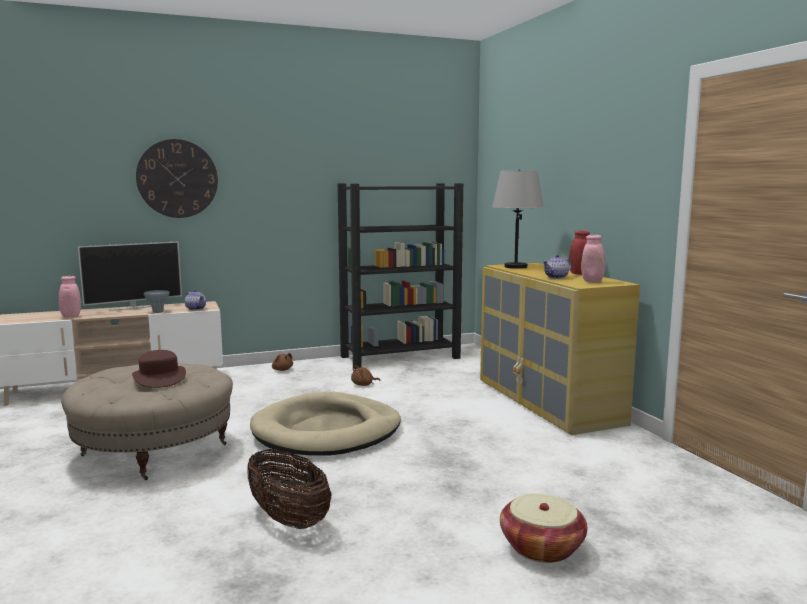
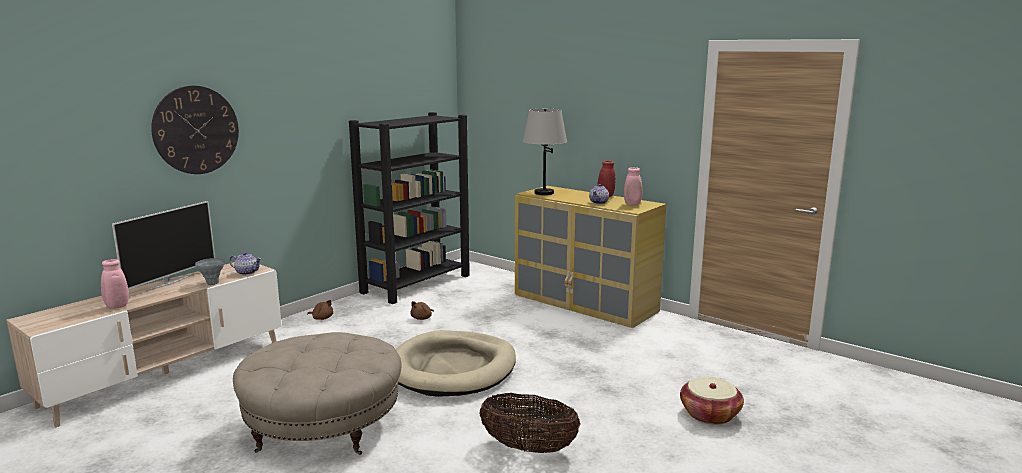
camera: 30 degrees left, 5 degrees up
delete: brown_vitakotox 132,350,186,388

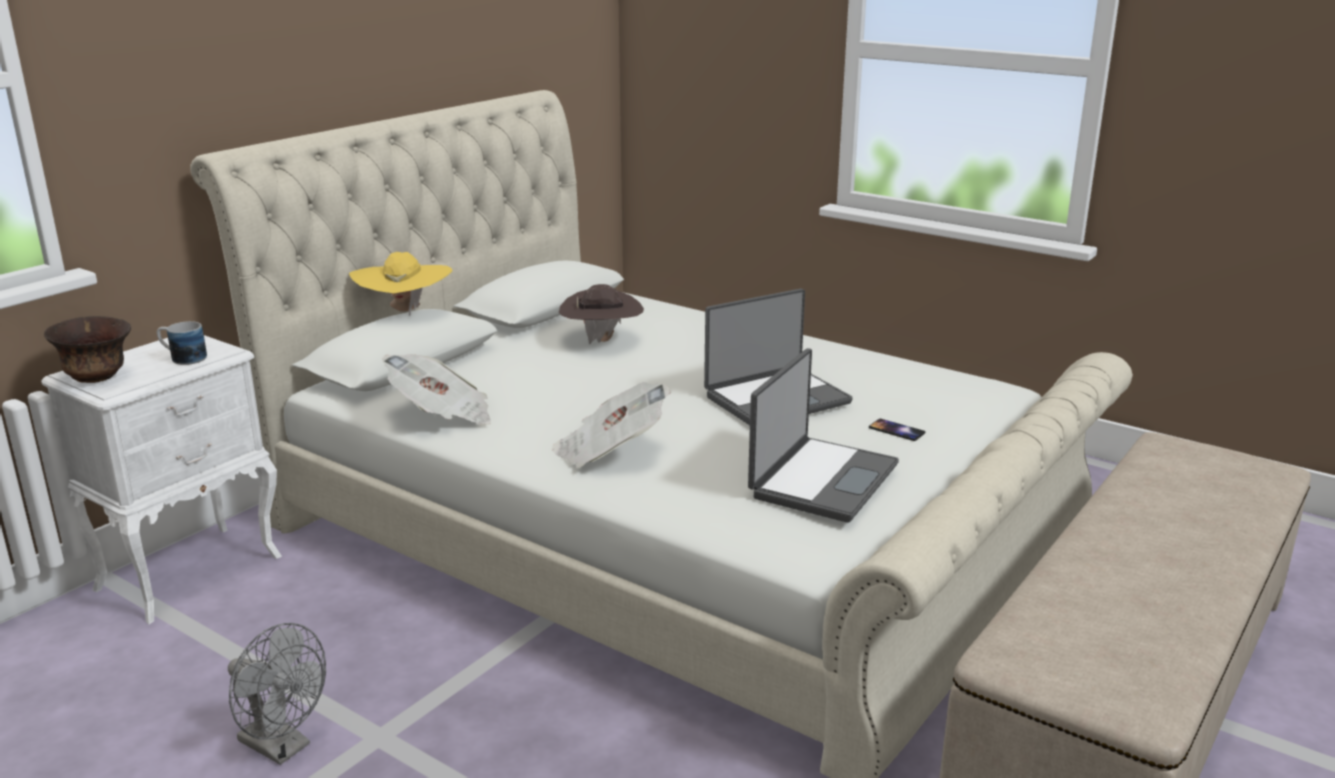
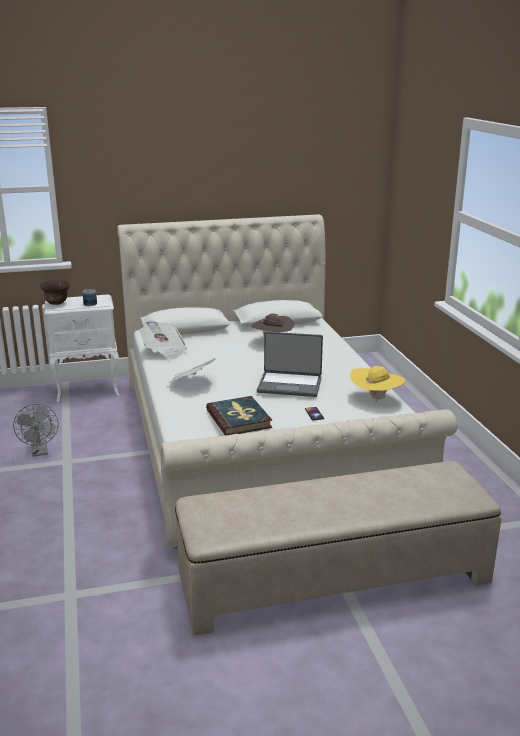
camera: 40 degrees right, 0 degrees up
move: yellow_vitakotox 349,252,452,316 to 350,366,405,402
replace: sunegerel 748,348,899,523 to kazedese 206,396,272,435

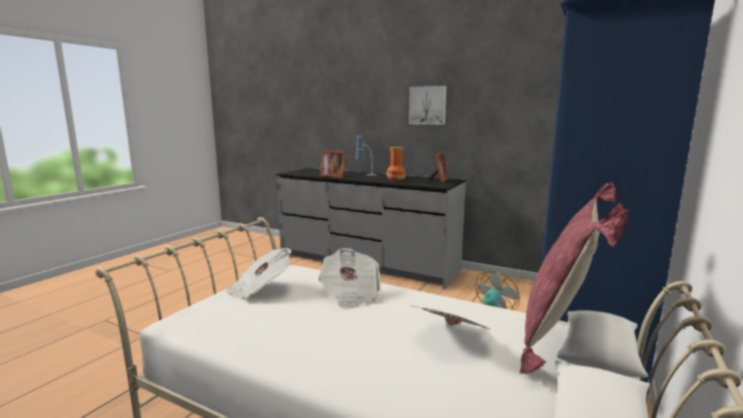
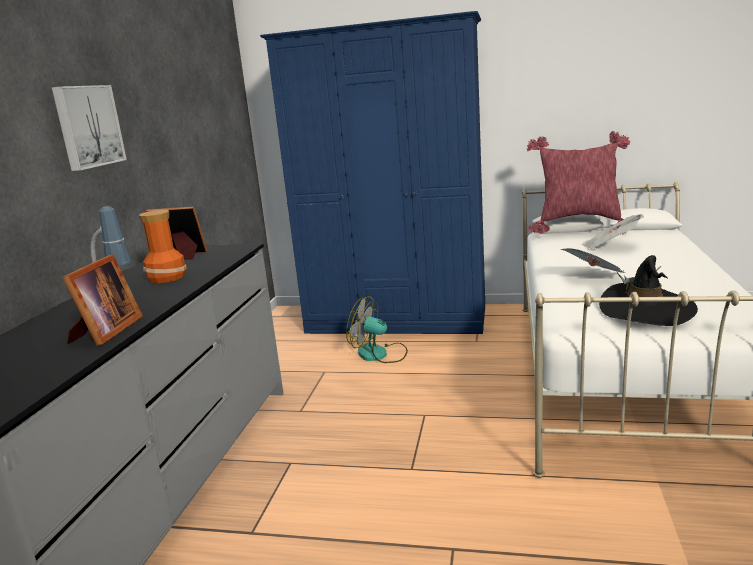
camera: 105 degrees left, 5 degrees up
replace: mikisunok 226,248,292,299 to black_vitakotox 599,255,698,326

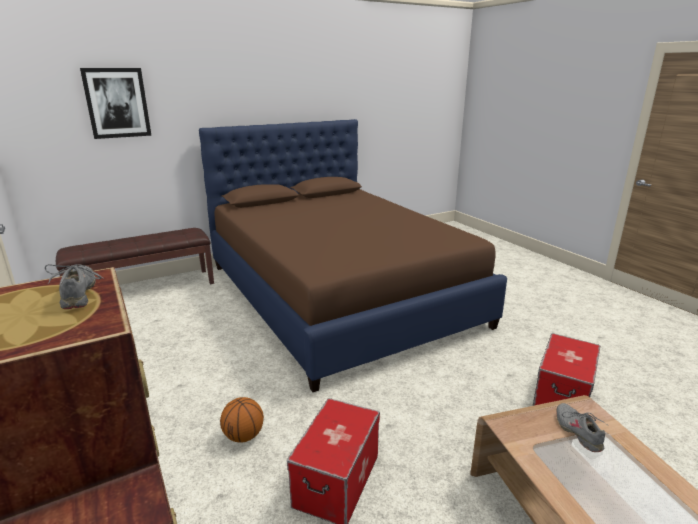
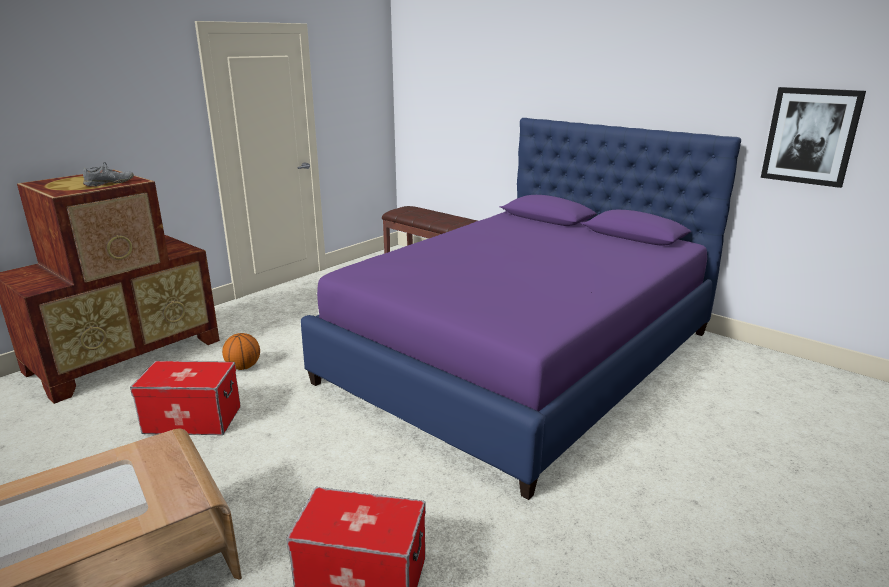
camera: 70 degrees right, 0 degrees up
delete: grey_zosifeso 557,403,606,452
move: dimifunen 80,68,152,139 to 761,87,866,188
recolor: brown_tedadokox 199,119,507,392 to purple_tedadokox 301,118,741,500

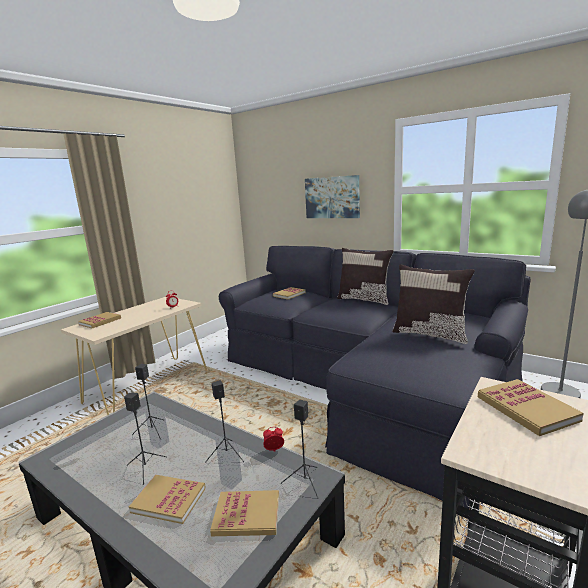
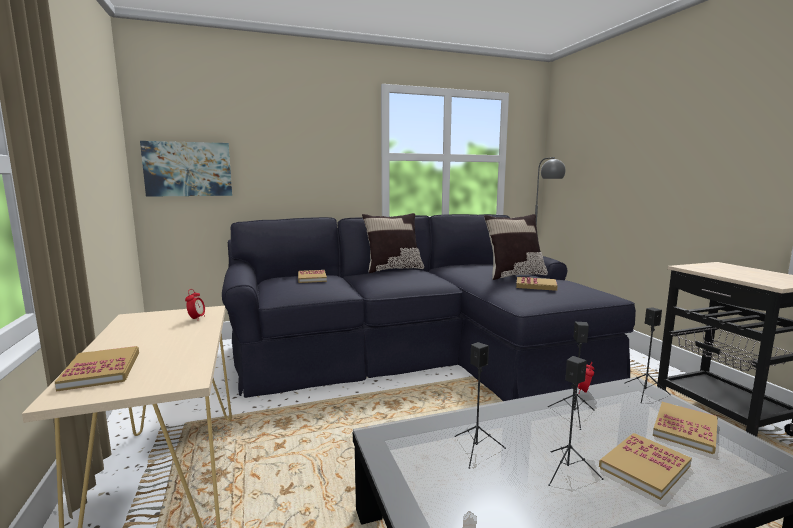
camera: 55 degrees left, 5 degrees down
move: dimifunen 305,175,360,218 to 140,141,232,197; kazedese 478,379,584,436 to 516,277,557,291

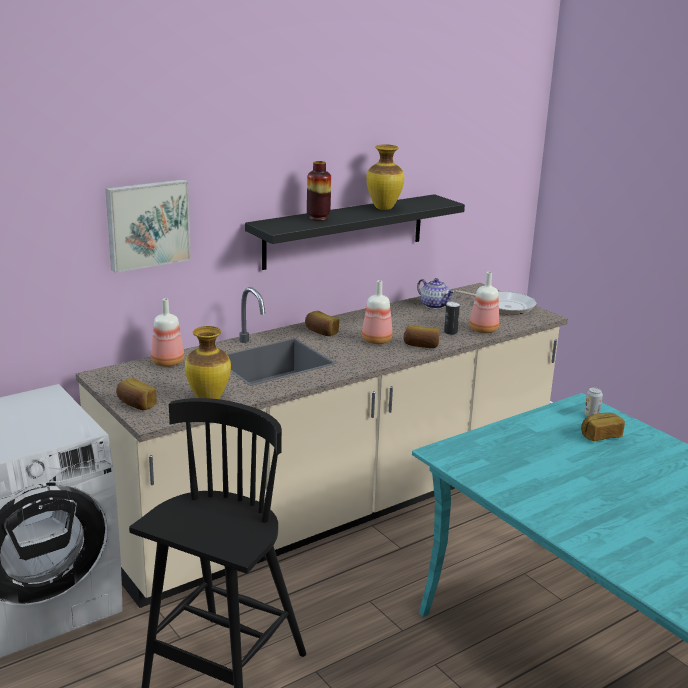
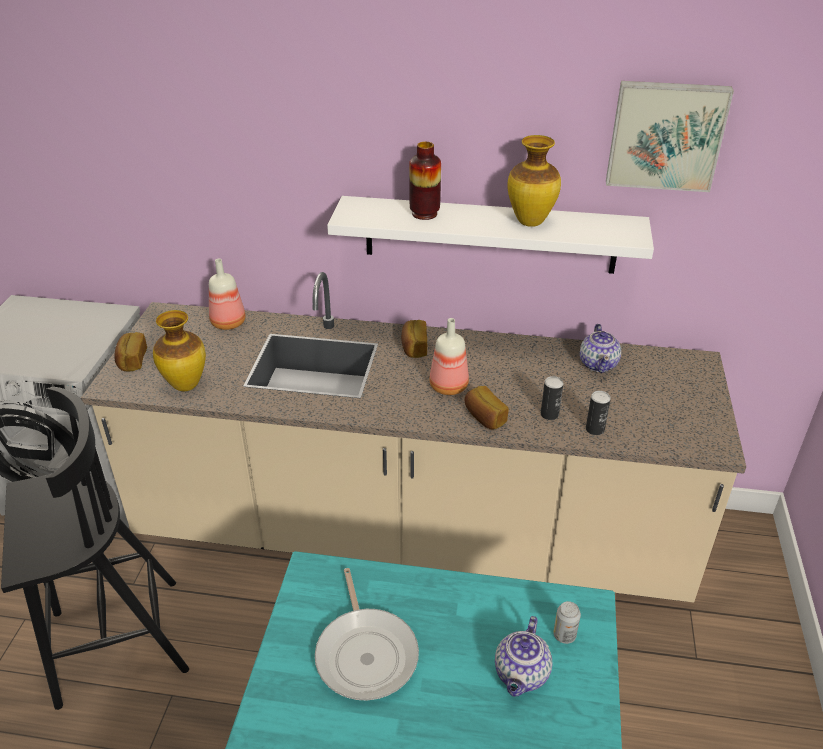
camera: 45 degrees right, 15 degrees up
move: dimifunen 106,179,191,273 to 606,81,734,192; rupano 455,290,536,315 to 315,568,419,700
replace: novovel 469,272,499,333 to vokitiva 586,391,611,435; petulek 581,413,625,441 to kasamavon 495,616,553,697
recolor: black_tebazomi 245,194,465,270 to white_tebazomi 327,196,654,274

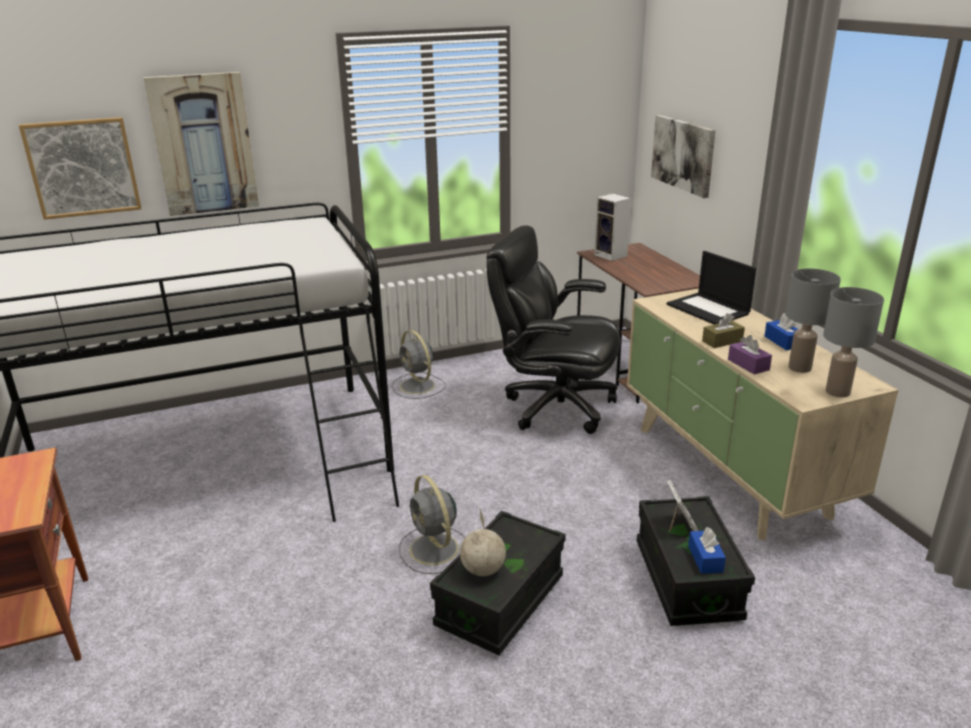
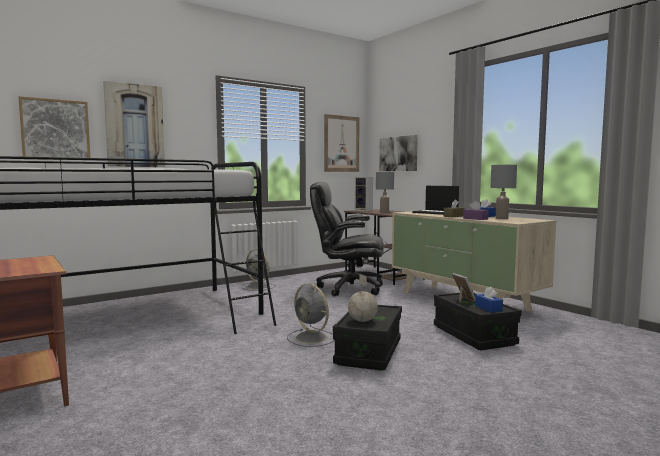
camera: 15 degrees left, 20 degrees down
insert: dimifunen 324,114,360,172
move: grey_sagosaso 823,287,884,397 to 376,172,394,213

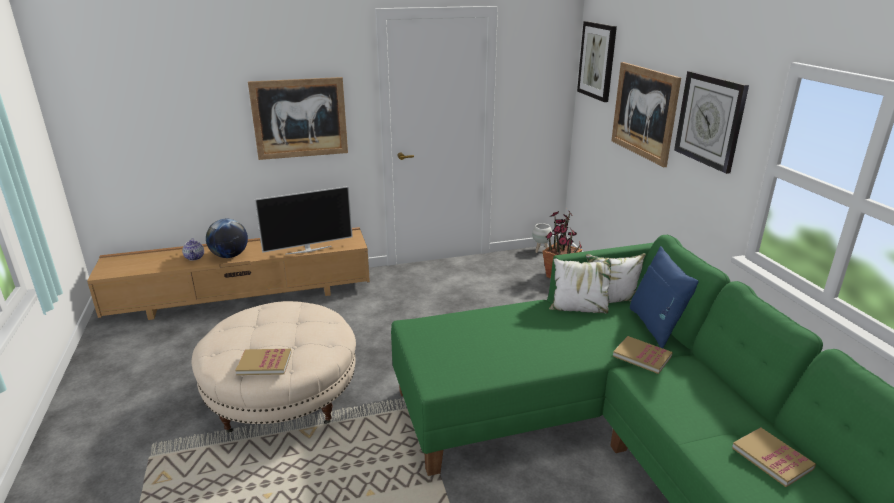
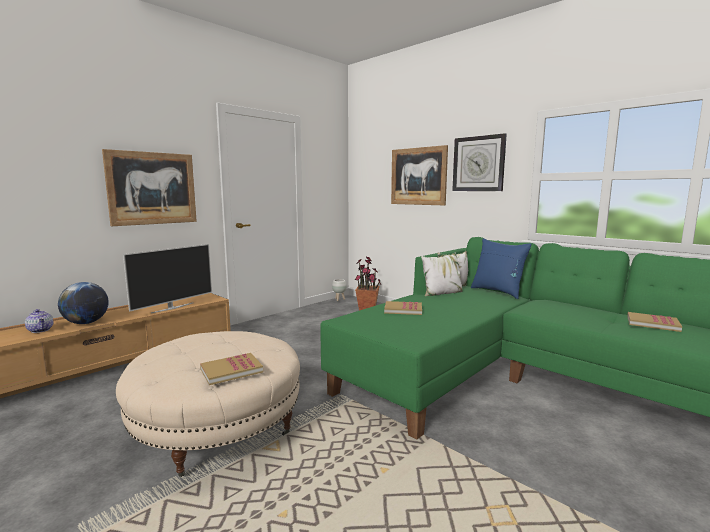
camera: 30 degrees left, 15 degrees down
delete: dimifunen 577,21,617,102
move: kazedese 613,336,673,374 to 384,301,422,315

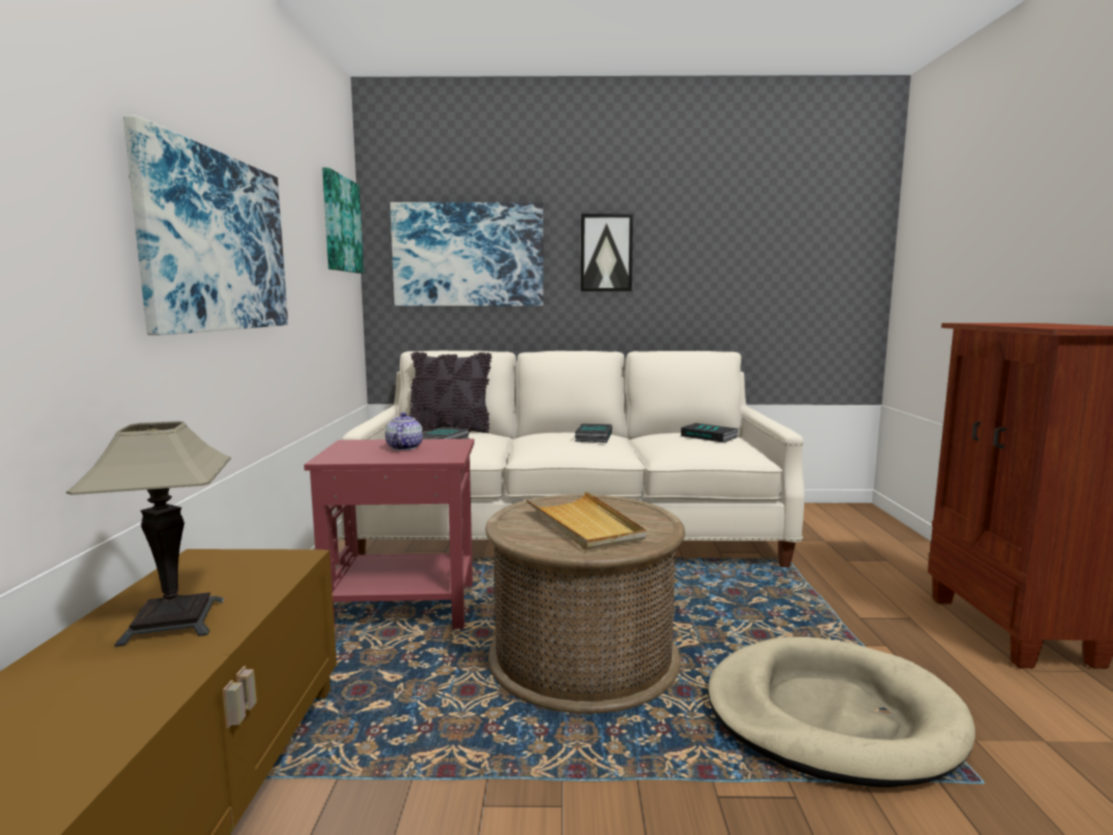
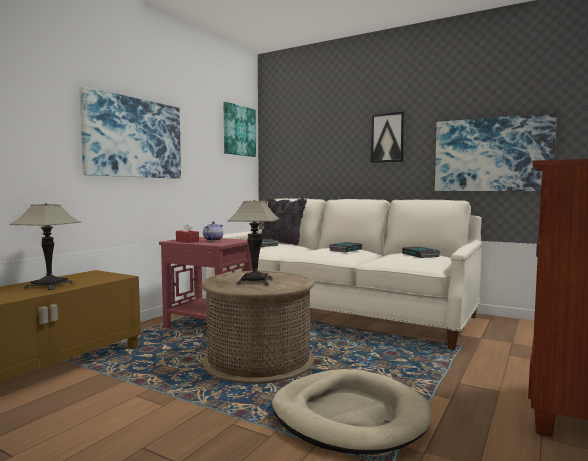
camera: 30 degrees right, 5 degrees down
insert: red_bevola 176,221,199,243
move: dimifunen 390,202,543,306 to 435,113,557,191
replace: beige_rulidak 526,491,646,550 to sagosaso 227,200,279,285

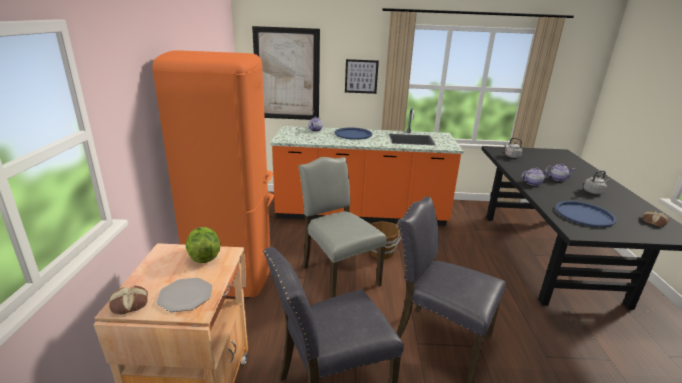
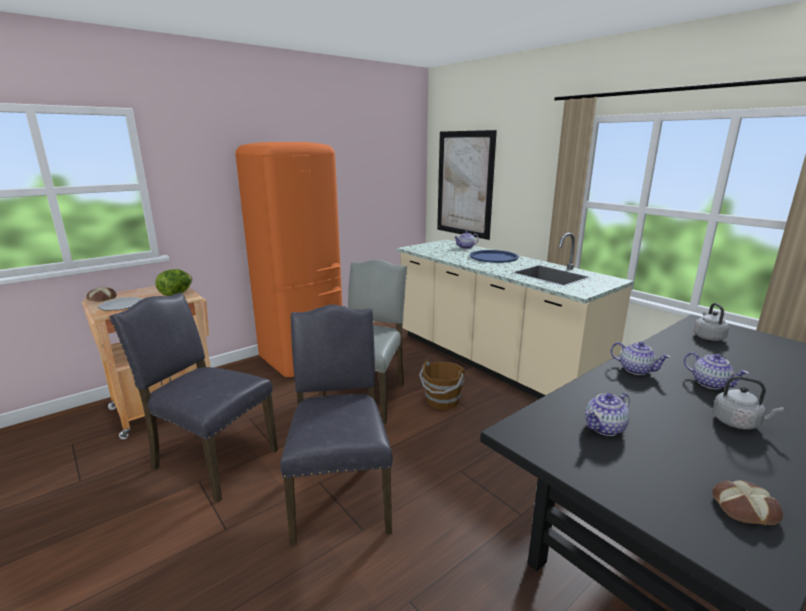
camera: 50 degrees right, 5 degrees down
delete: dimifunen 345,59,379,94
replace: blue_rulidak 555,201,617,227 to kasamavon 585,393,630,436
recolor: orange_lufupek 271,108,464,226 to beige_lufupek 397,233,634,399

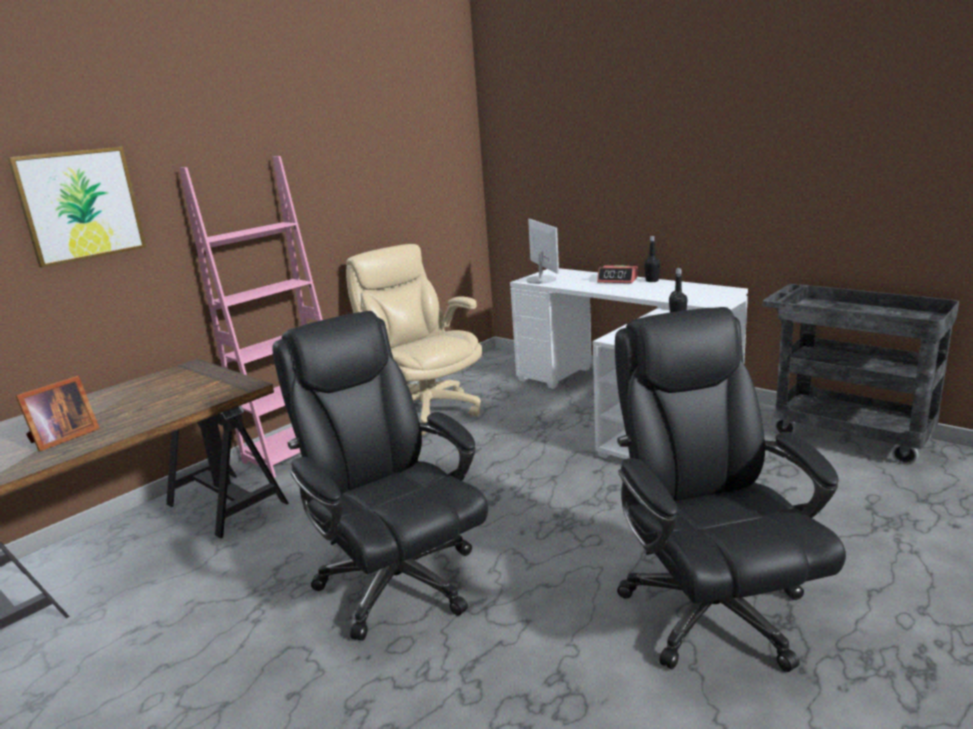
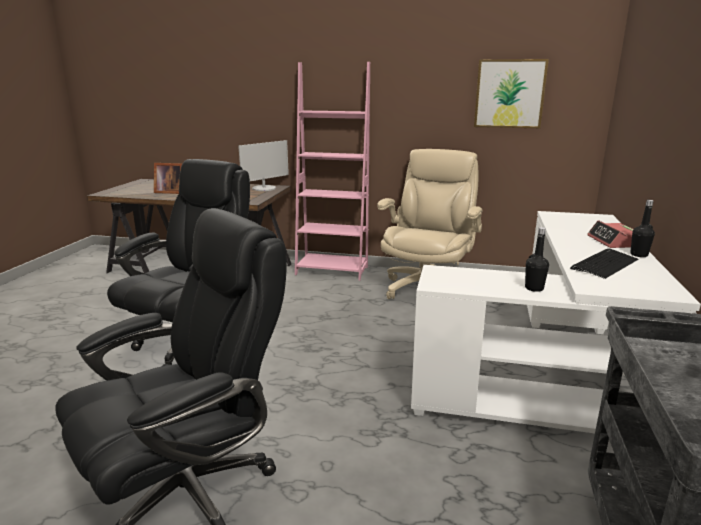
camera: 60 degrees right, 0 degrees up
insert: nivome 570,249,638,279
move: dimifunen 7,147,146,268 to 474,59,549,128; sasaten 526,219,559,284 to 238,140,289,191

